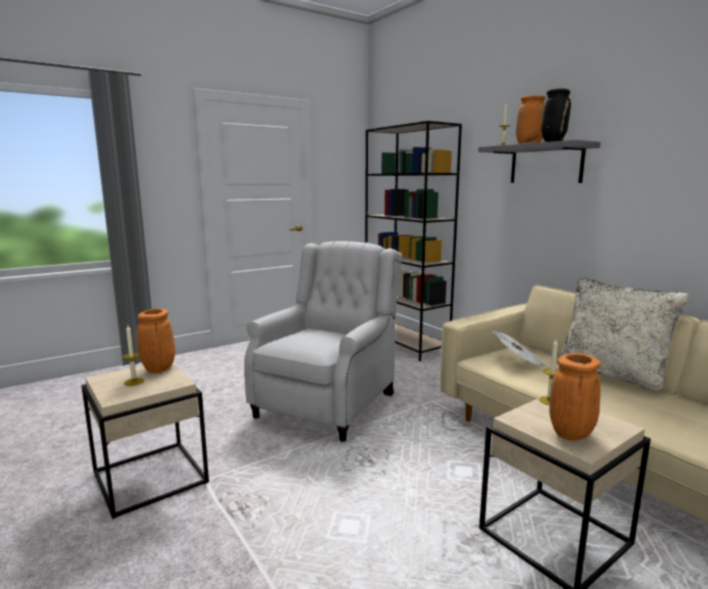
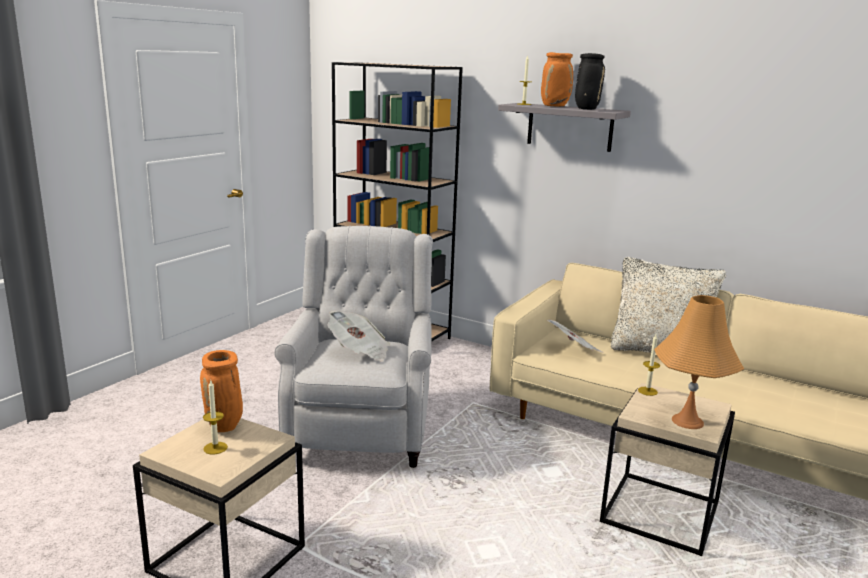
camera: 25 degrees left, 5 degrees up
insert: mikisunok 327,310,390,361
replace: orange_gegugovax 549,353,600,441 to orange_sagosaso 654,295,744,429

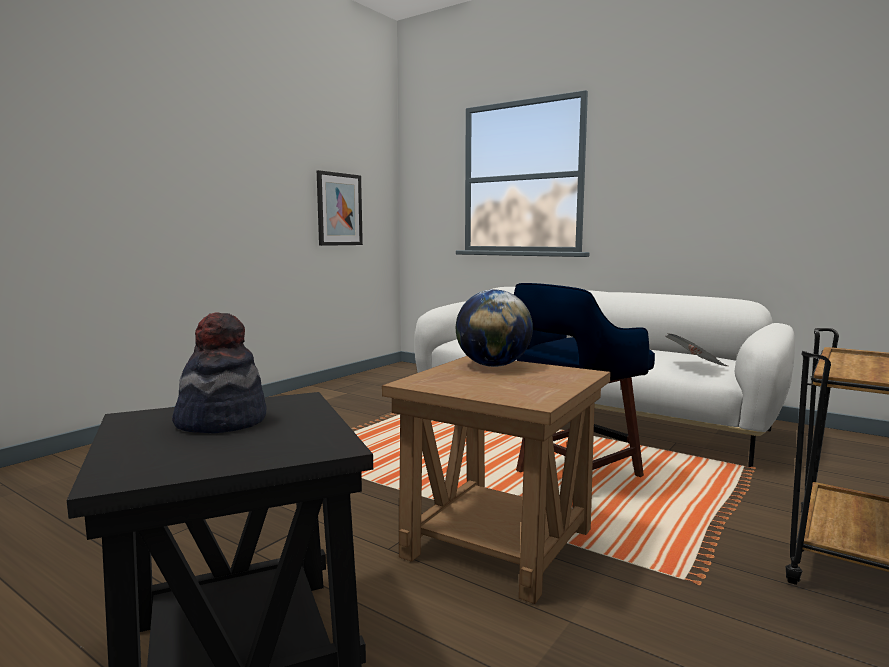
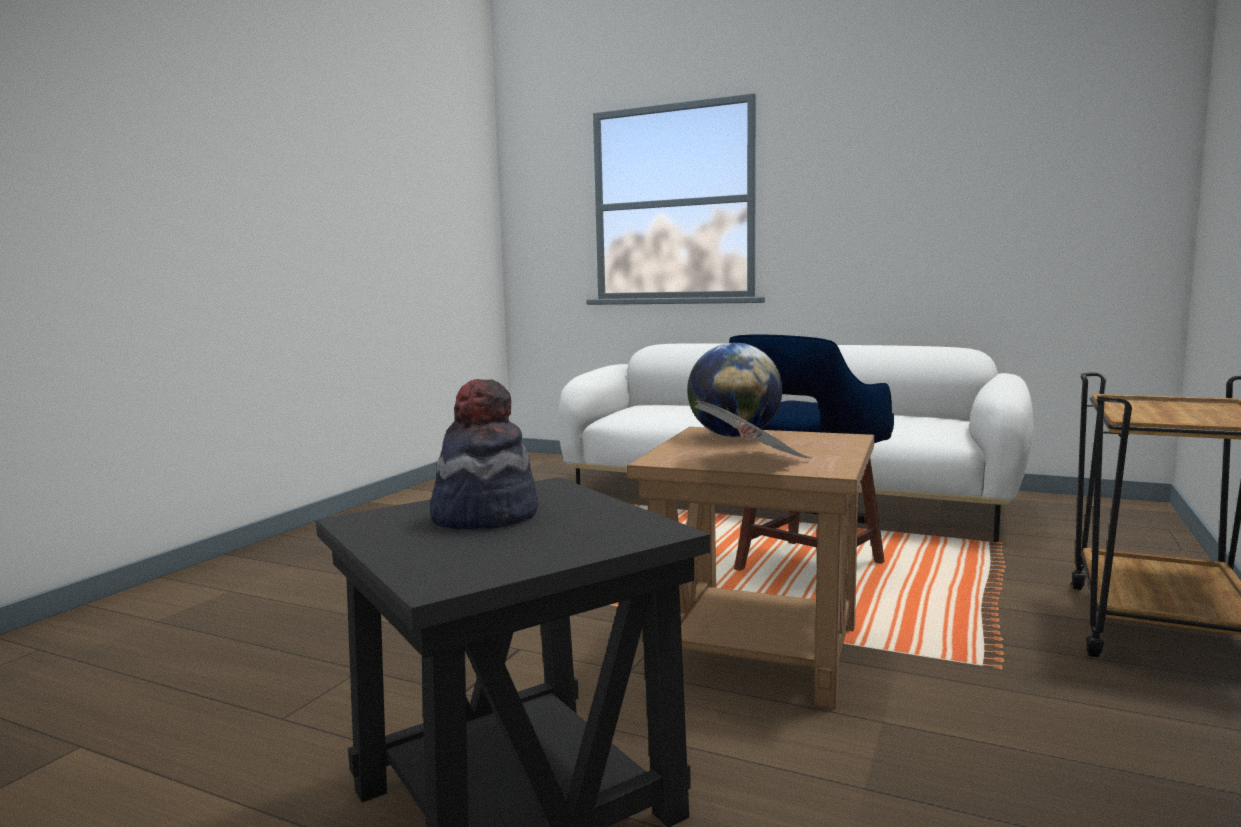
camera: 10 degrees left, 0 degrees up
delete: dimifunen 317,170,363,246
move: mikisunok 665,333,728,366 to 694,401,811,458

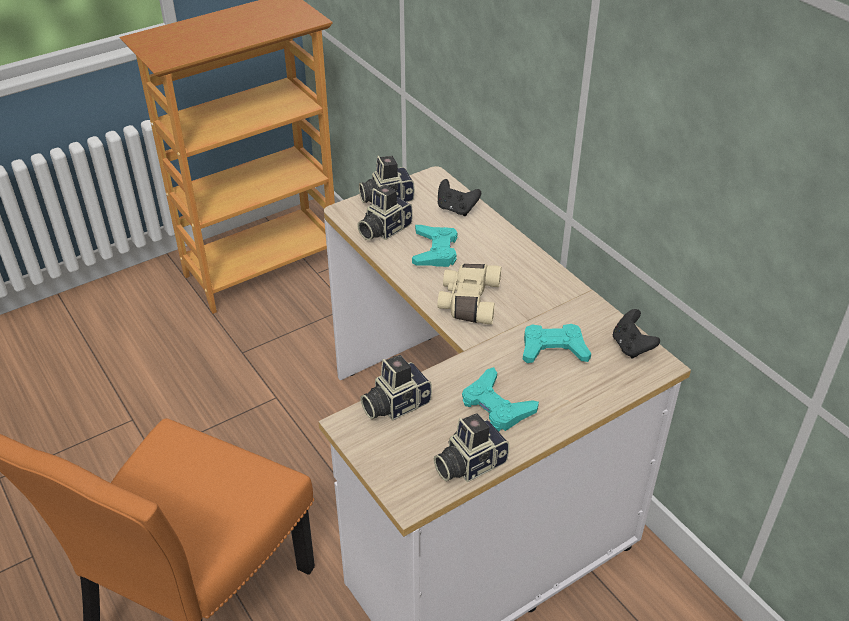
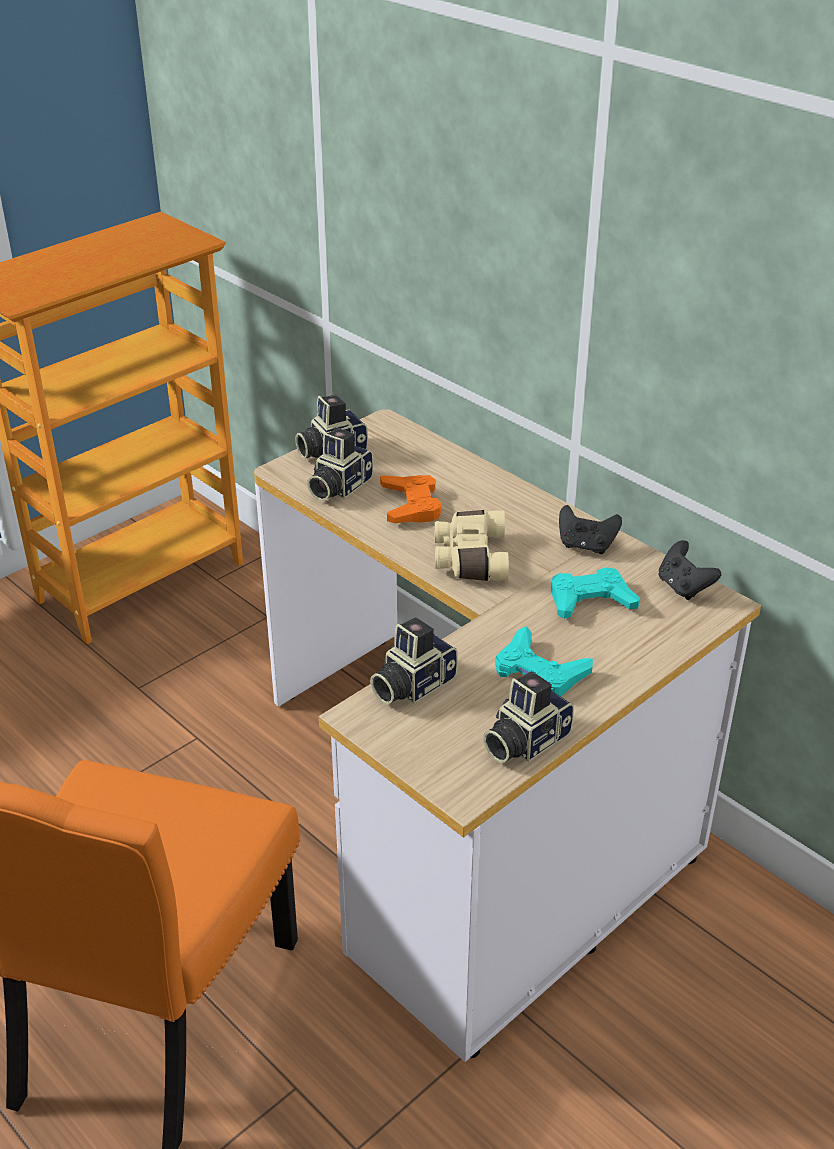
camera: 10 degrees left, 5 degrees down
move: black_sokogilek 438,179,481,216 to 559,505,622,554
recolor: turquoise_sokogilek 412,225,458,267 to orange_sokogilek 380,475,442,523

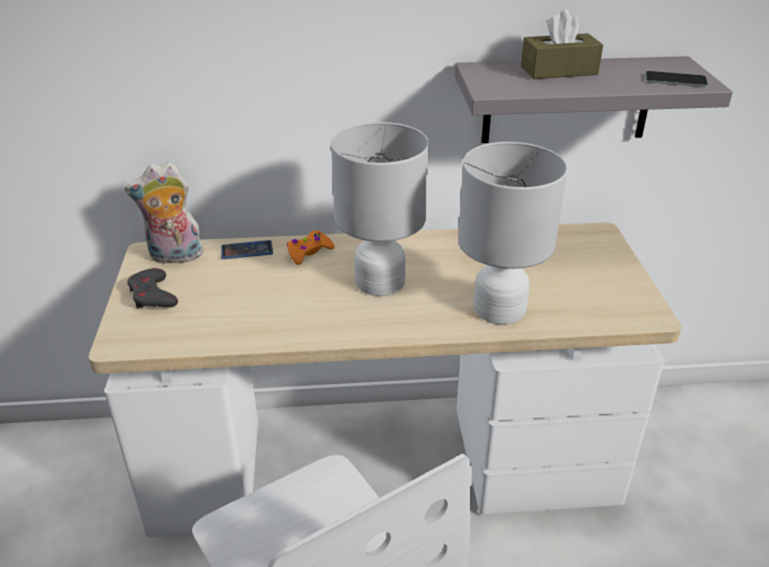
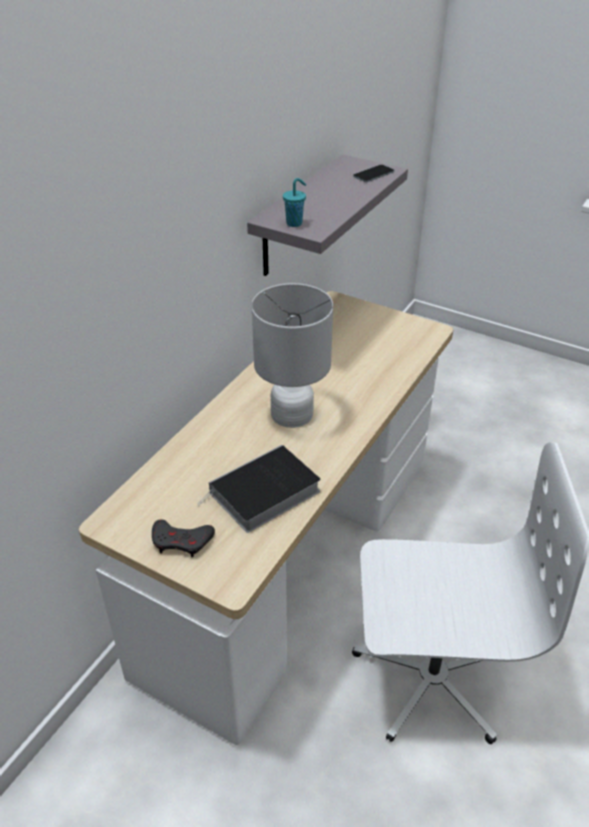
camera: 55 degrees left, 5 degrees up
delete: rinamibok 125,162,203,264; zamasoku 221,240,273,259; orange_sokogilek 287,230,335,265; grey_sagosaso 458,142,567,324; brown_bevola 521,9,603,79
insert: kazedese 198,445,320,533; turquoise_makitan 283,178,306,227

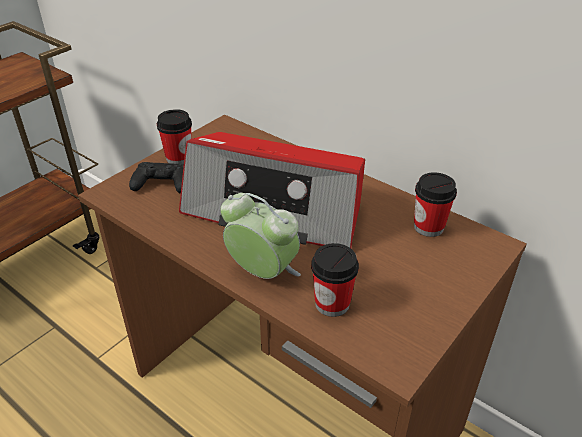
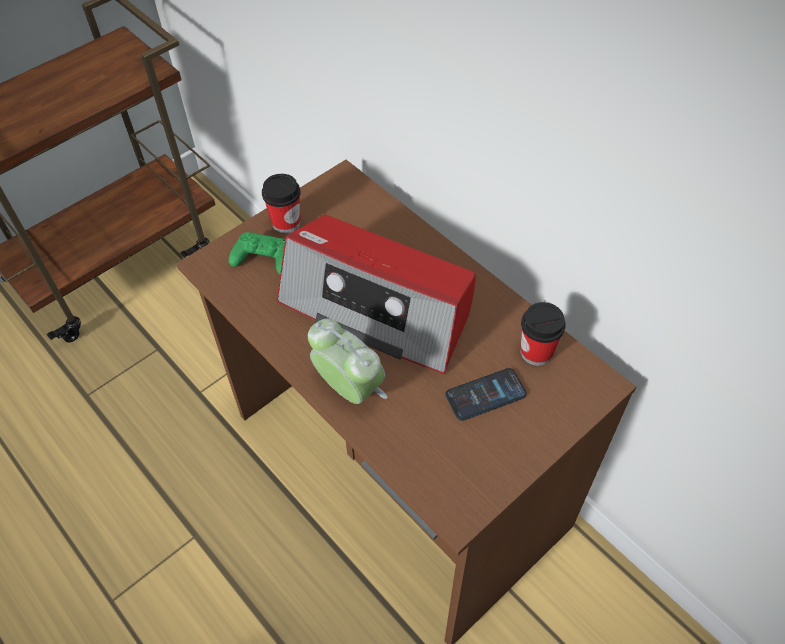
camera: 10 degrees right, 15 degrees up
delete: makitan 311,243,359,317
insert: zamasoku 445,368,527,421
recolor: black_sokogilek 129,162,184,194 to green_sokogilek 229,232,285,275

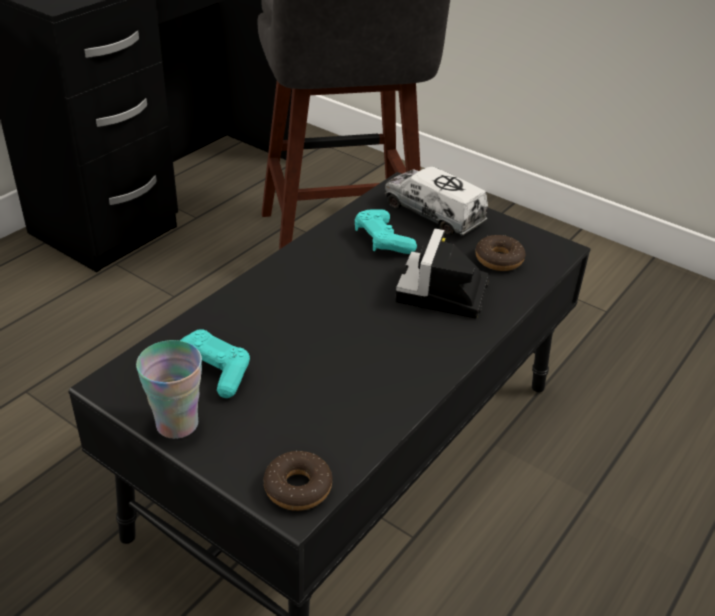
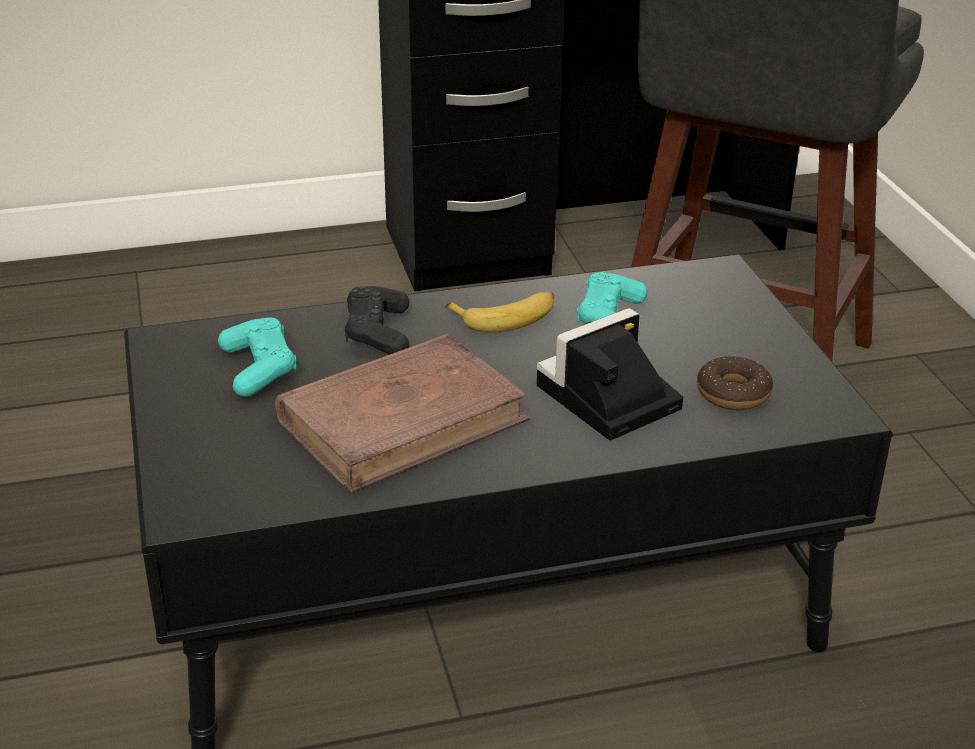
camera: 40 degrees right, 5 degrees down
delete: makitan 136,340,202,439; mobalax 264,451,332,511; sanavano 385,166,488,236
insert: brown_kazedese 275,334,530,493; black_sokogilek 345,286,410,354; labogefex 445,292,554,333

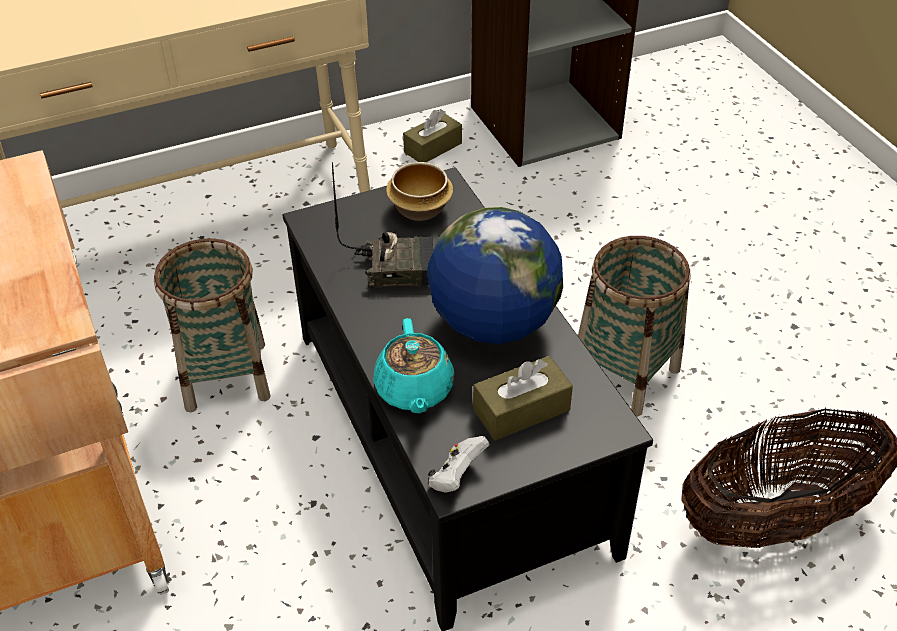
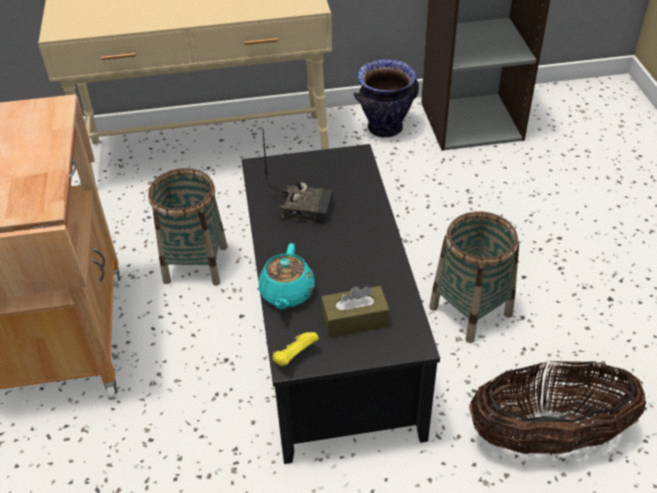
camera: 15 degrees right, 0 degrees up
delete: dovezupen 386,162,453,221; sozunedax 427,207,563,344
replace: brown_bevola 403,109,462,162 to gegugovax 353,59,419,138
recolor: white_sokogilek 428,436,489,493 to yellow_sokogilek 272,332,319,366

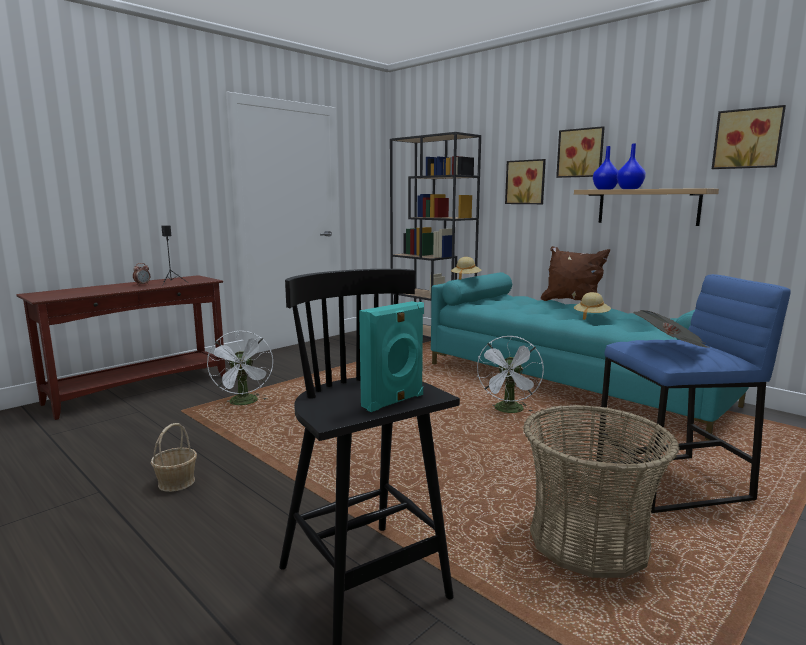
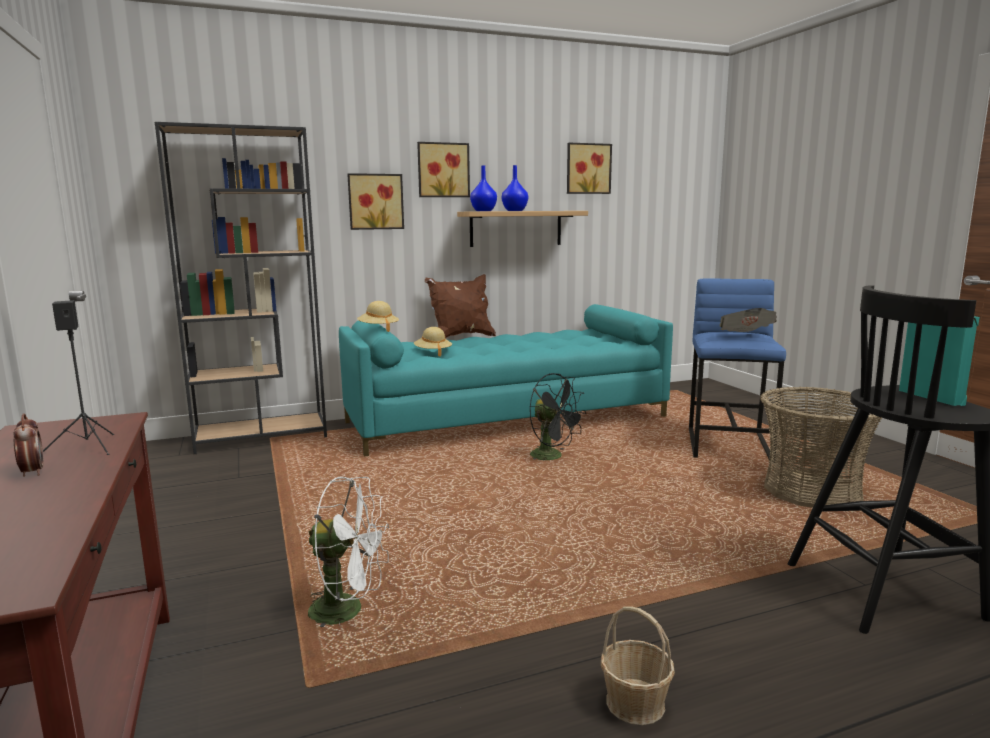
camera: 65 degrees left, 0 degrees up
move: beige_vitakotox 574,292,611,320 to 414,327,452,357
recolor: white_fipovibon 476,336,544,413 to black_fipovibon 529,373,586,460

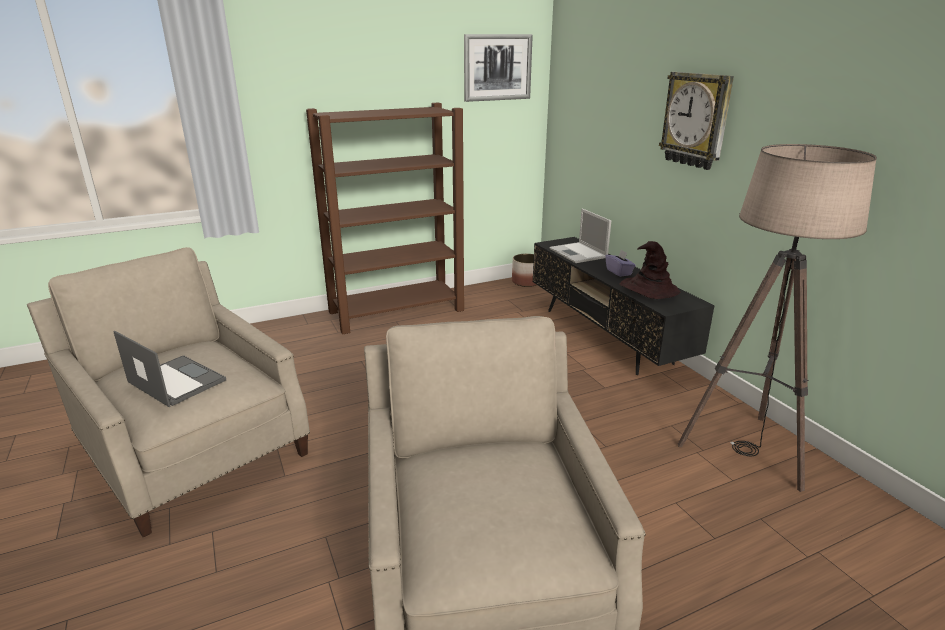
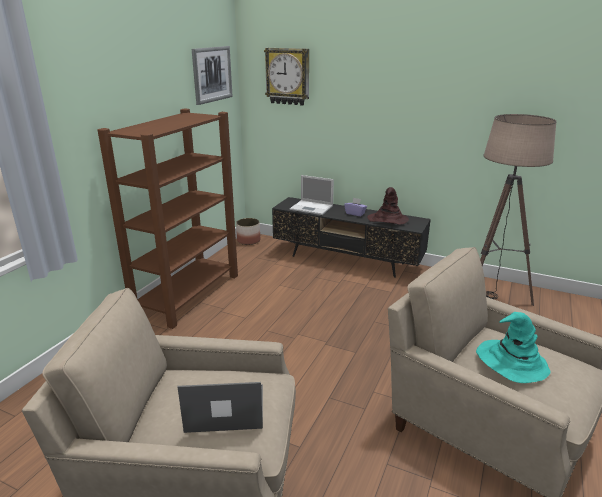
camera: 40 degrees left, 0 degrees up
insert: turquoise_vitakotox 476,312,551,383
move: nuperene 659,72,734,170 to 264,48,309,106

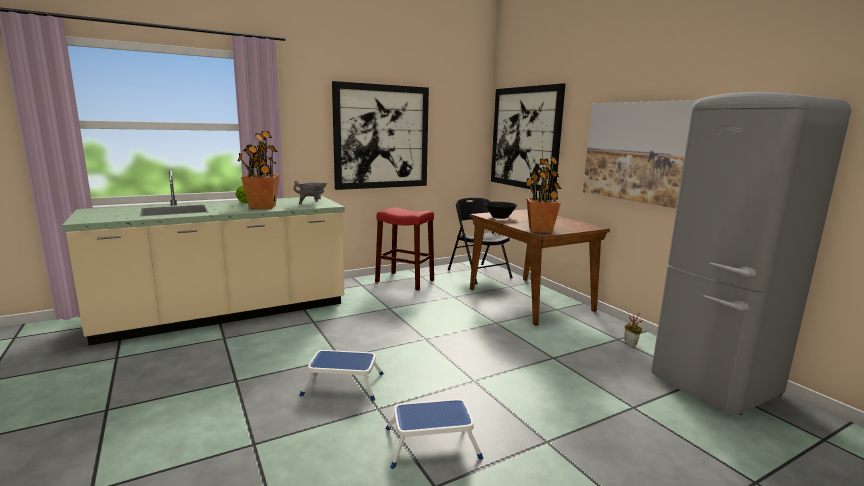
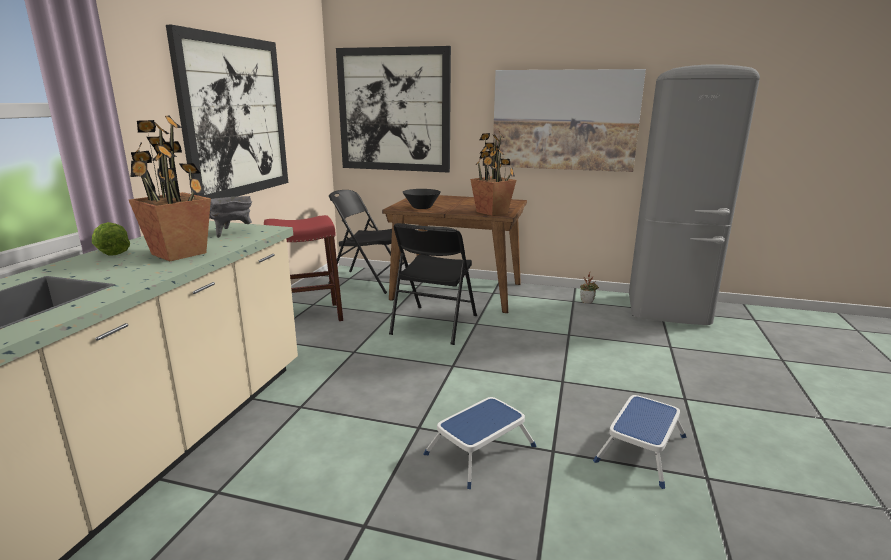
camera: 45 degrees left, 5 degrees up
insert: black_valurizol 389,223,477,345

